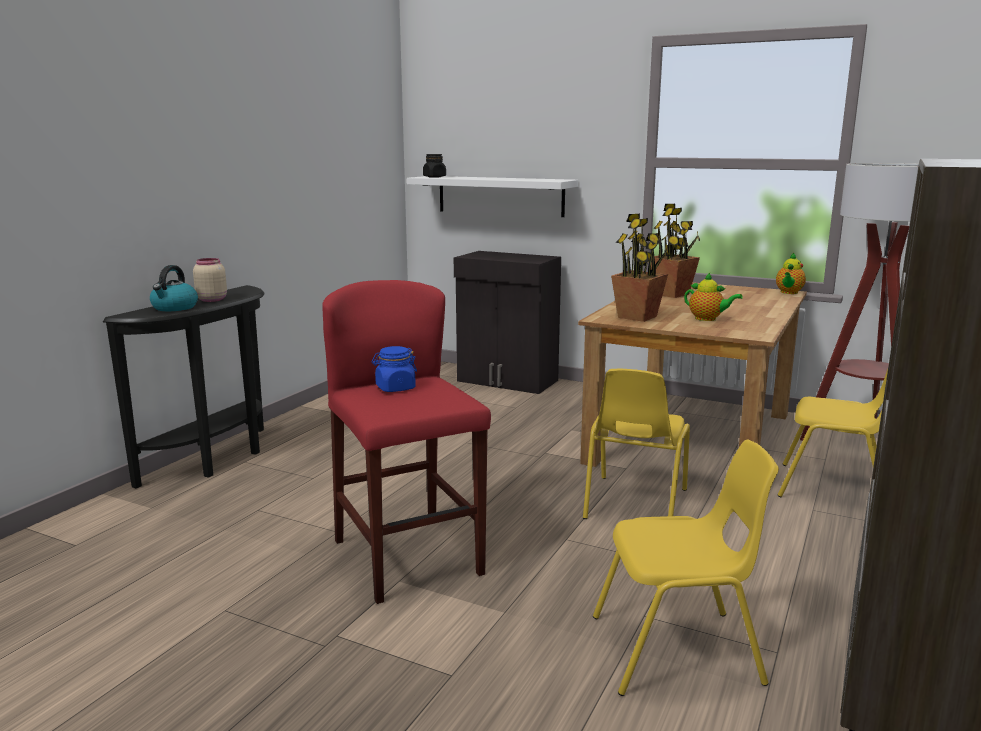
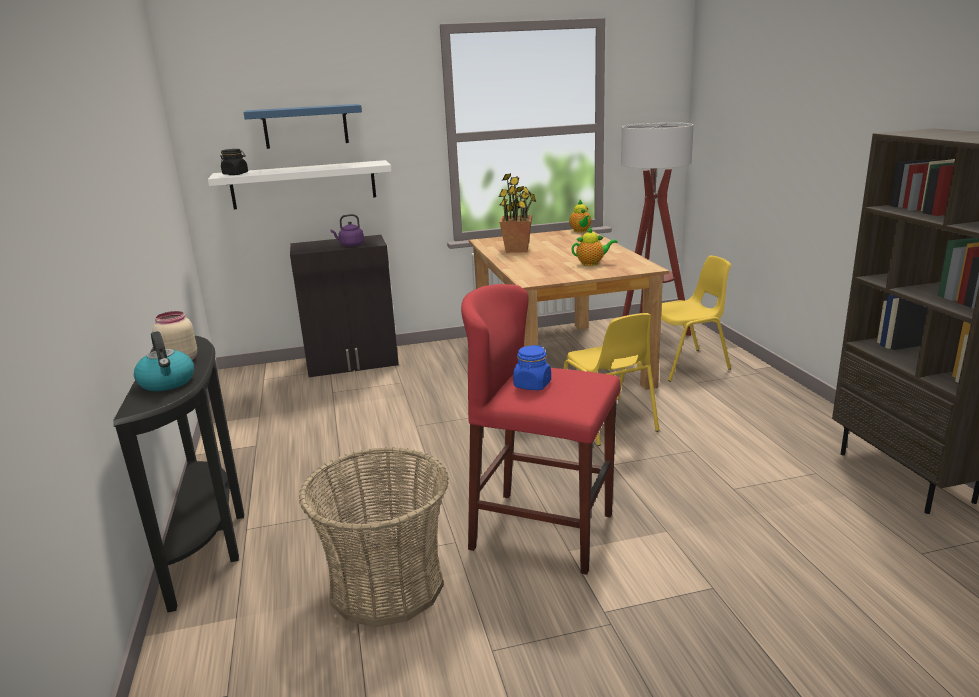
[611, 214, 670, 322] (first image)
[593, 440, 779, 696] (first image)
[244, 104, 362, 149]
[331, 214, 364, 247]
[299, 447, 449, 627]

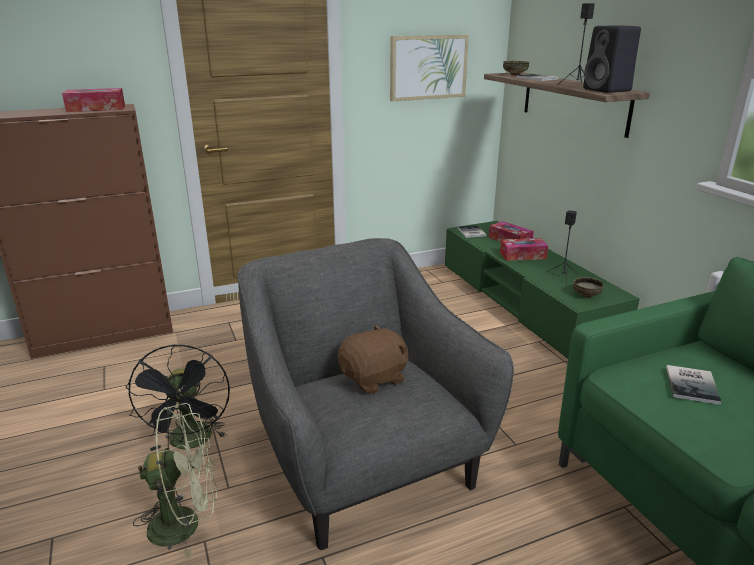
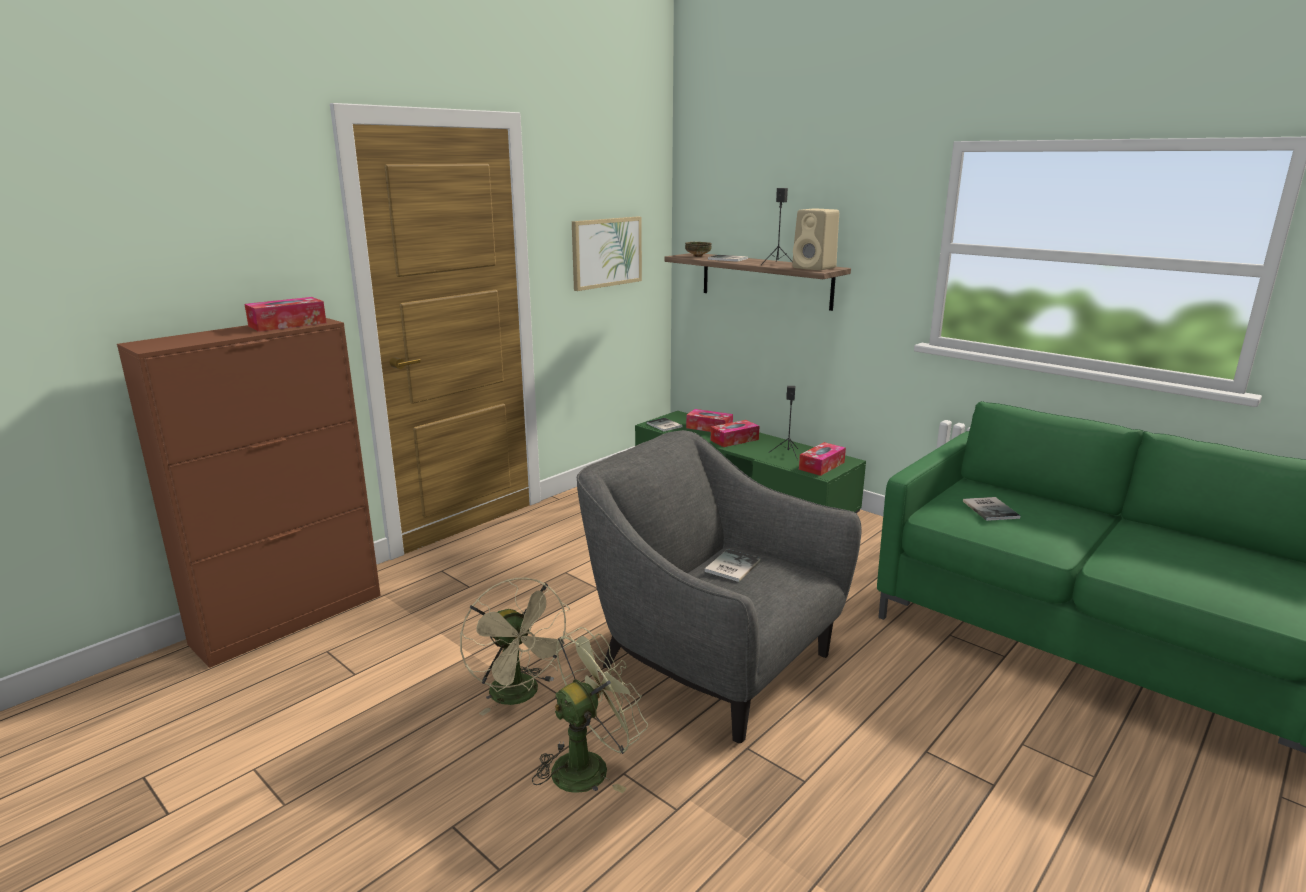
[792, 209, 839, 271]
[799, 442, 846, 476]
[705, 549, 761, 582]
[460, 578, 572, 716]

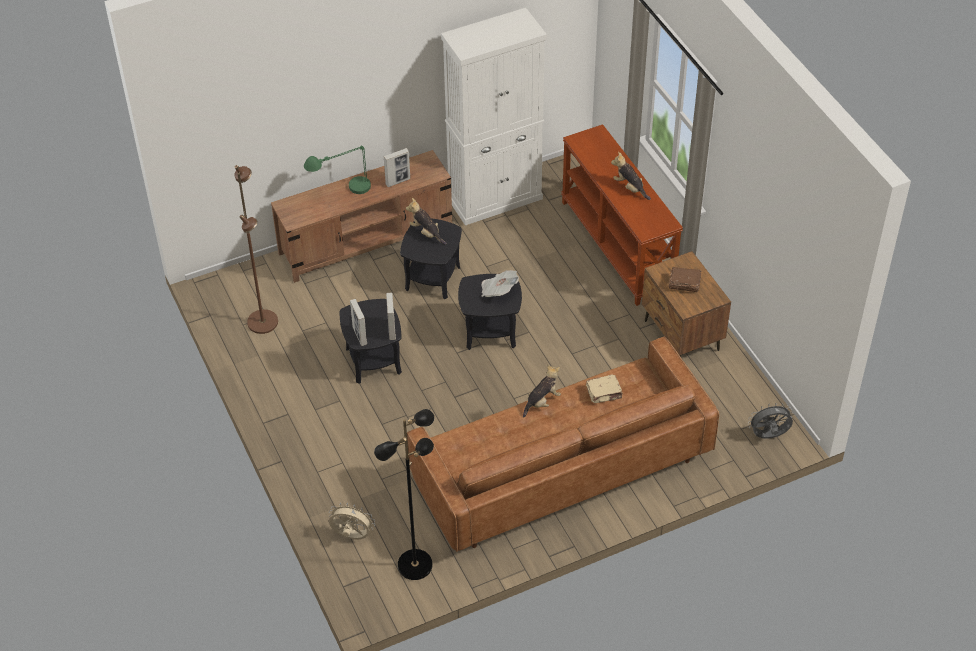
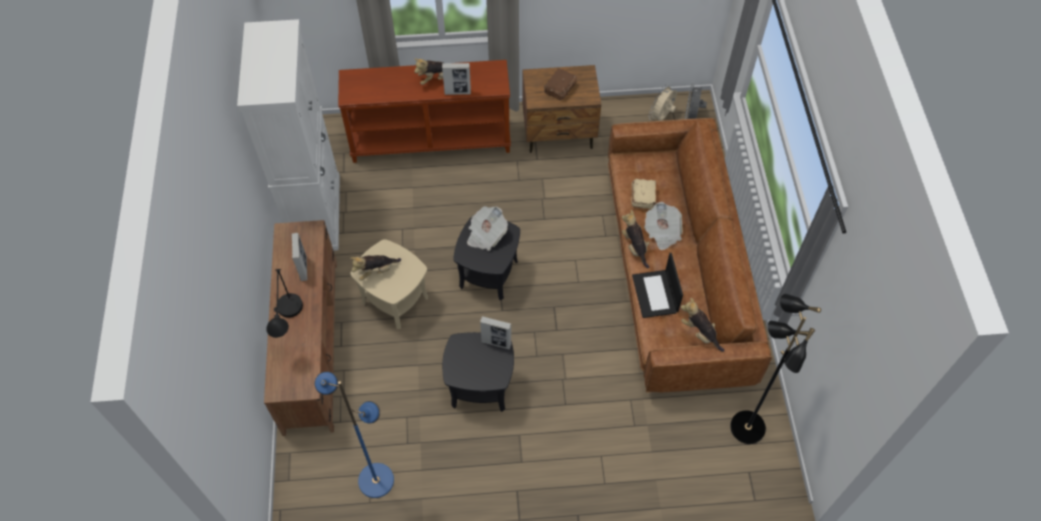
[266, 269, 303, 338]
[315, 371, 394, 498]
[350, 239, 428, 329]
[442, 63, 471, 95]
[649, 84, 677, 121]
[644, 202, 682, 250]
[632, 253, 683, 318]
[681, 297, 724, 352]

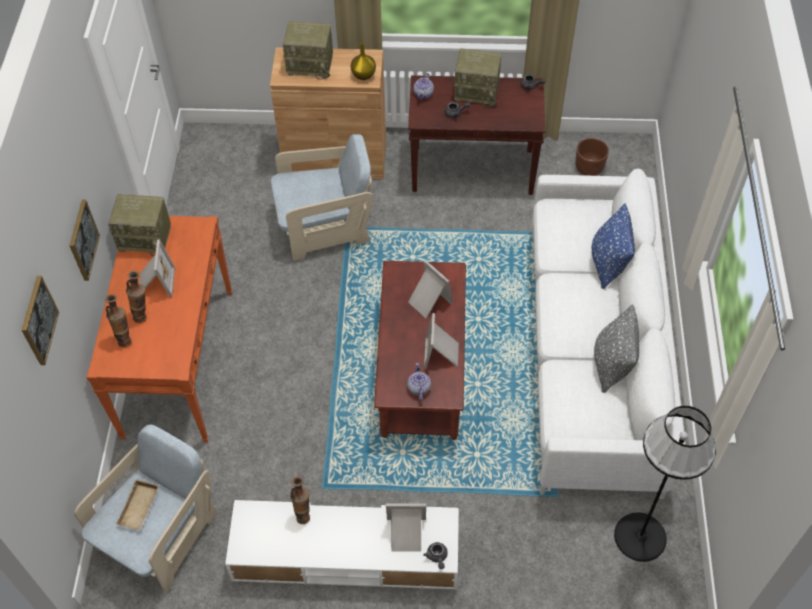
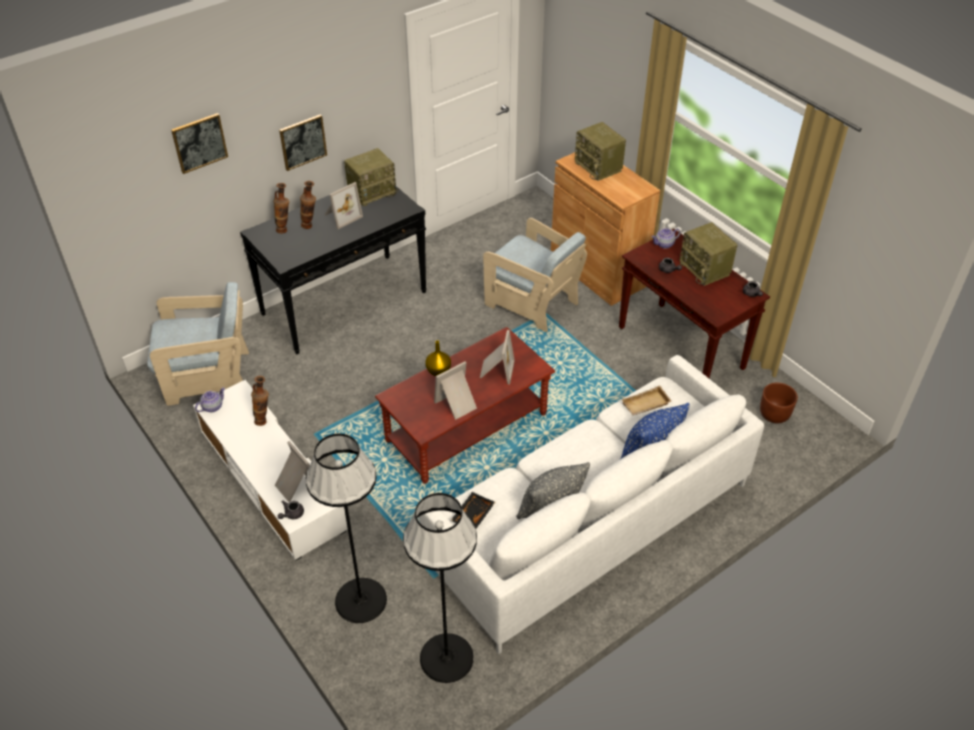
[425, 340, 451, 376]
[344, 148, 398, 206]
[240, 188, 426, 354]
[195, 387, 225, 412]
[621, 385, 671, 416]
[306, 434, 387, 623]
[451, 492, 495, 529]

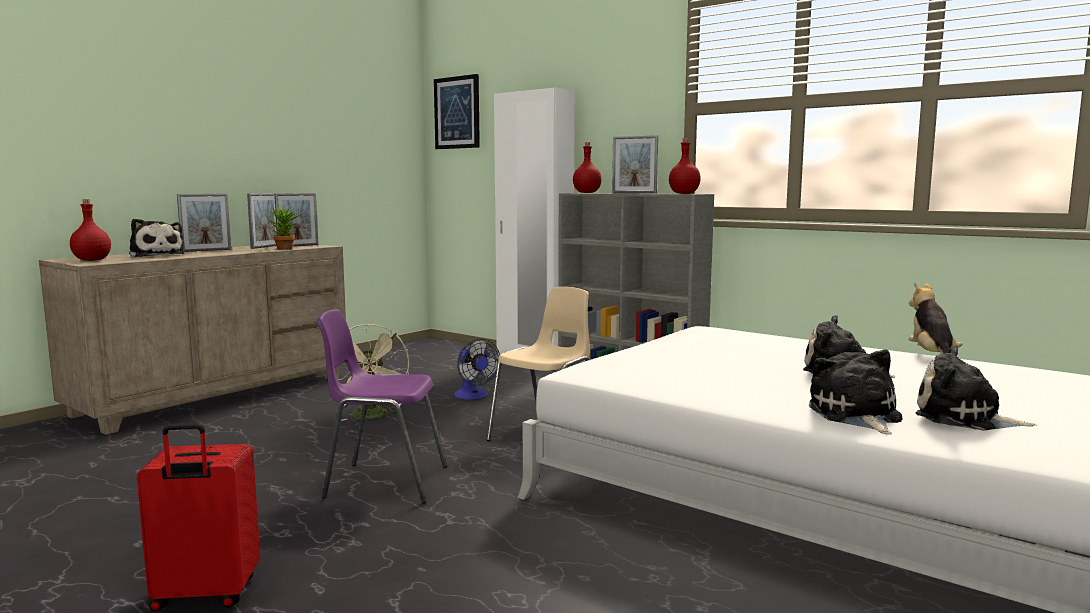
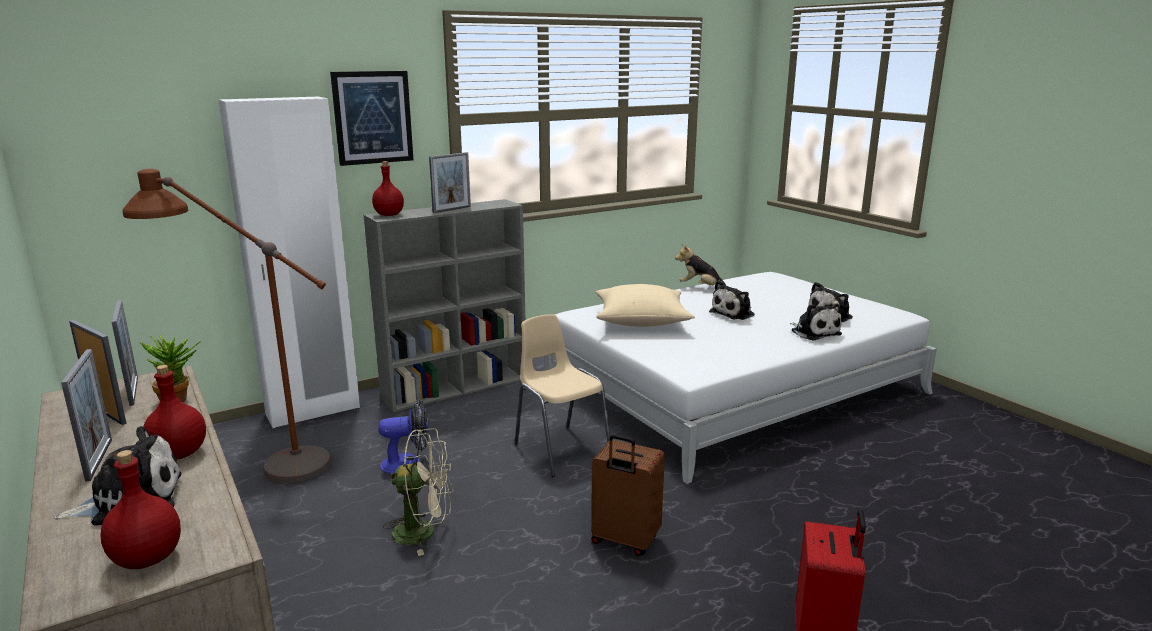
[330, 71, 413, 166]
[143, 365, 206, 459]
[591, 434, 665, 556]
[790, 304, 842, 341]
[123, 169, 332, 483]
[596, 284, 695, 327]

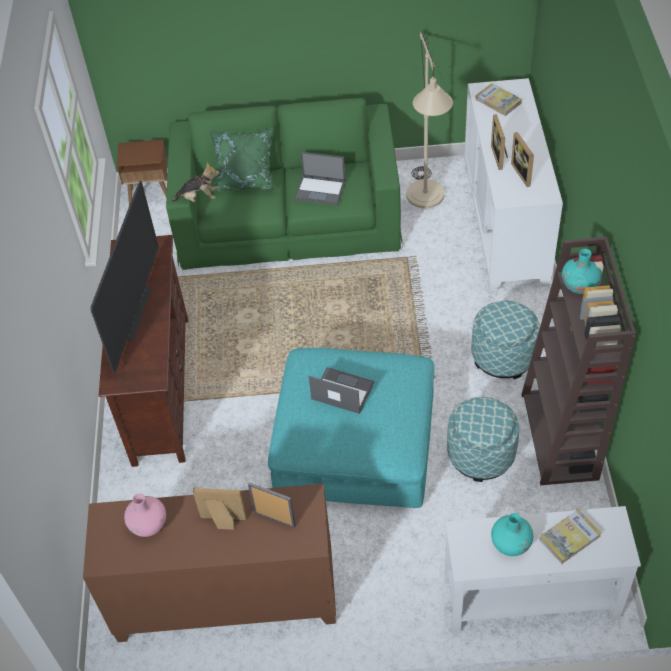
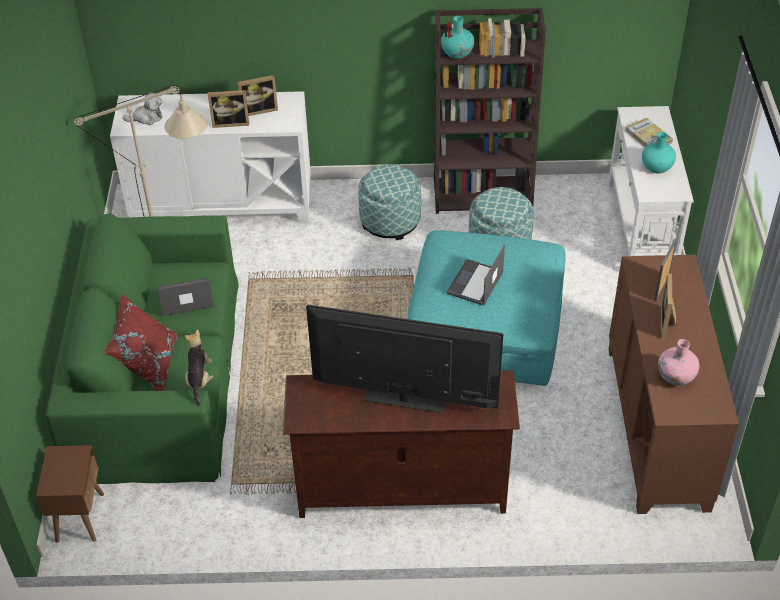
[123, 92, 162, 125]
[103, 293, 177, 391]
[157, 278, 214, 316]

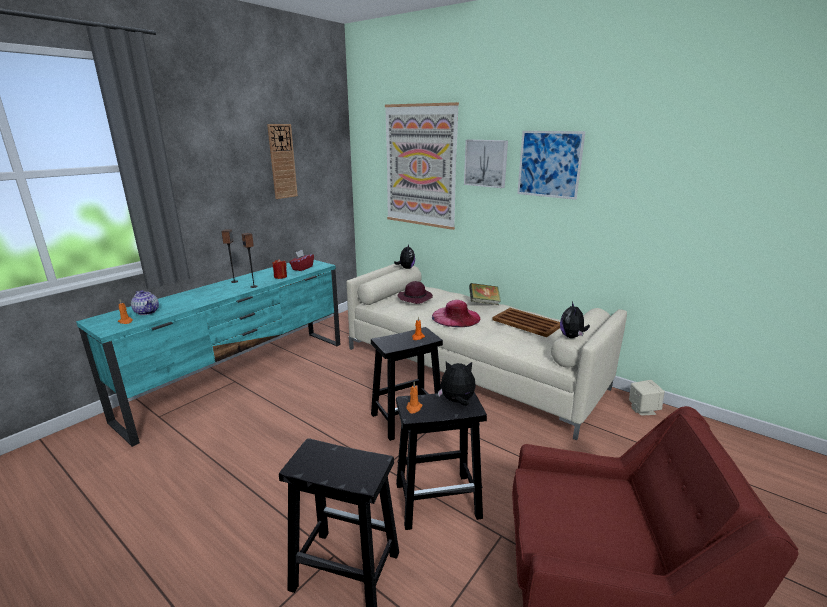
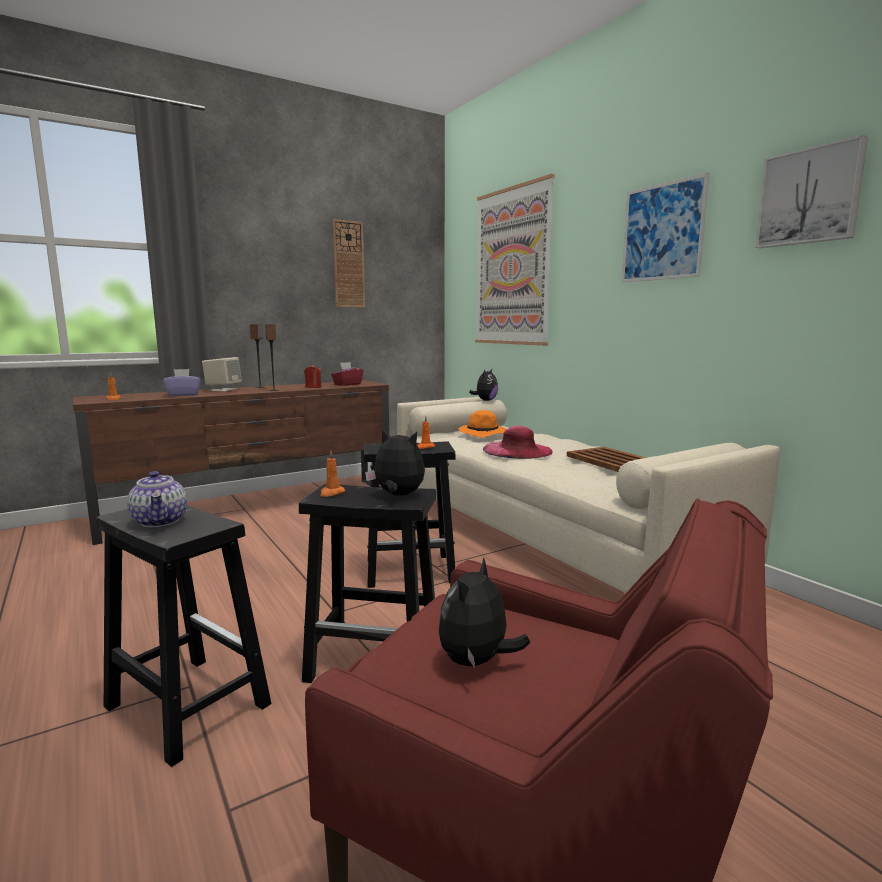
[755, 135, 868, 248]
[73, 380, 389, 545]
[459, 410, 506, 438]
[469, 283, 501, 305] (first image)
[127, 471, 187, 527]
[439, 557, 530, 668]
[202, 357, 242, 392]
[163, 369, 201, 397]

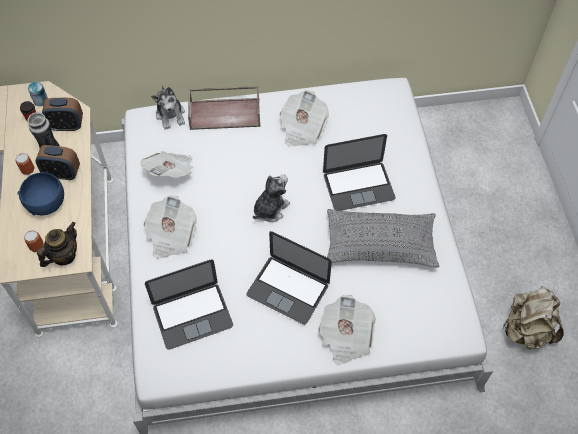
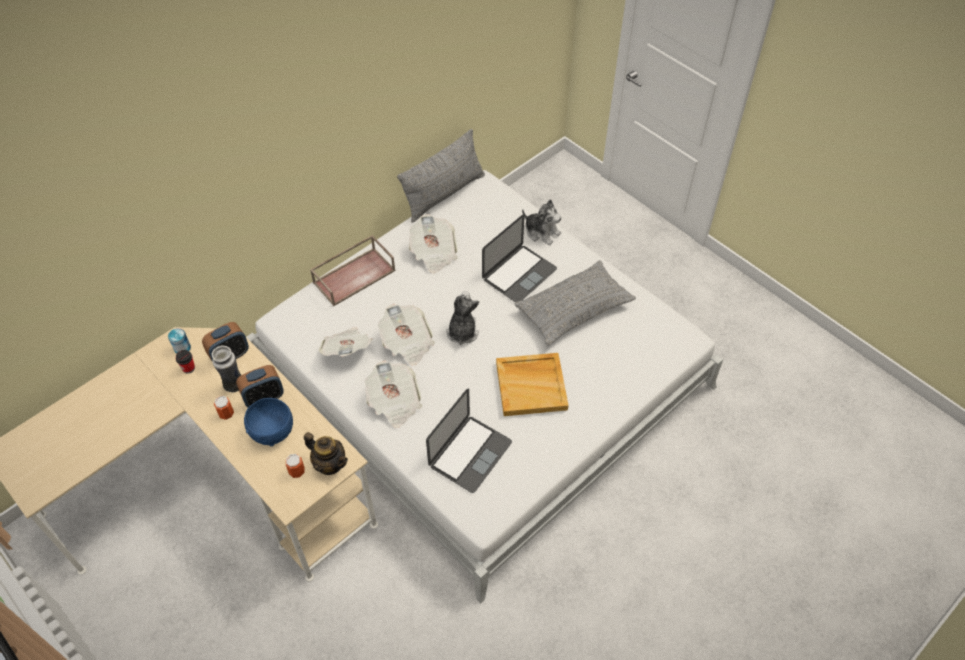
[522, 199, 562, 246]
[304, 432, 348, 475]
[496, 353, 568, 416]
[502, 286, 564, 349] (first image)
[378, 304, 435, 365]
[397, 129, 485, 223]

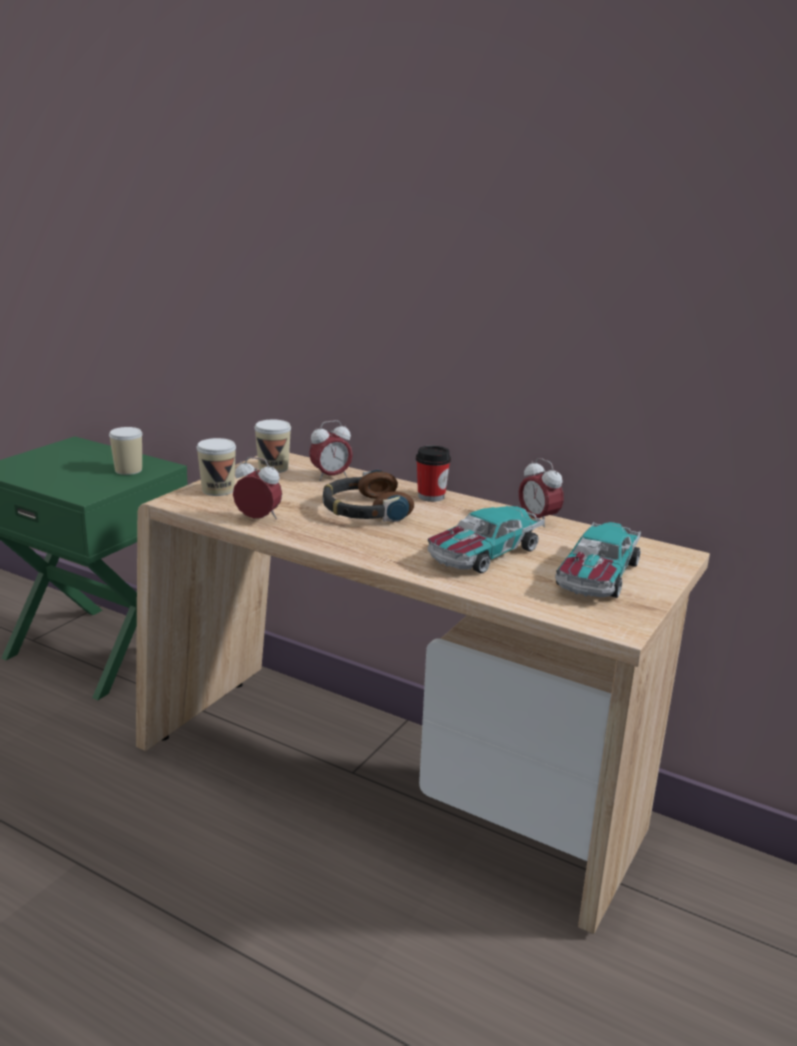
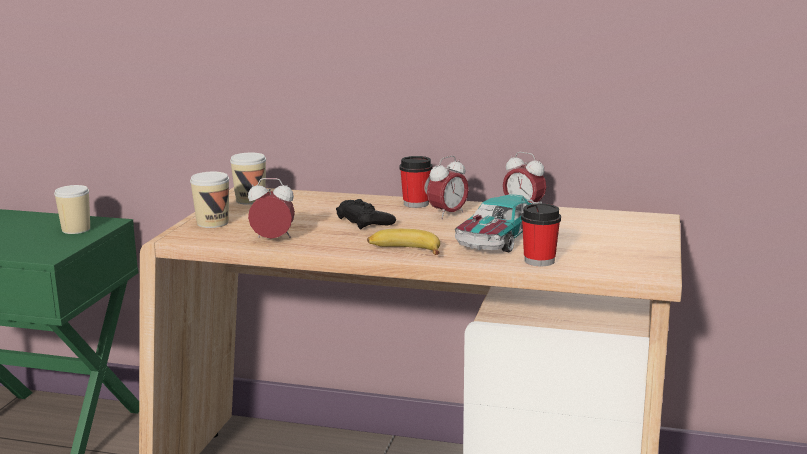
[427, 156, 469, 219]
[336, 199, 396, 229]
[555, 522, 641, 598] (first image)
[521, 203, 561, 266]
[367, 229, 440, 255]

